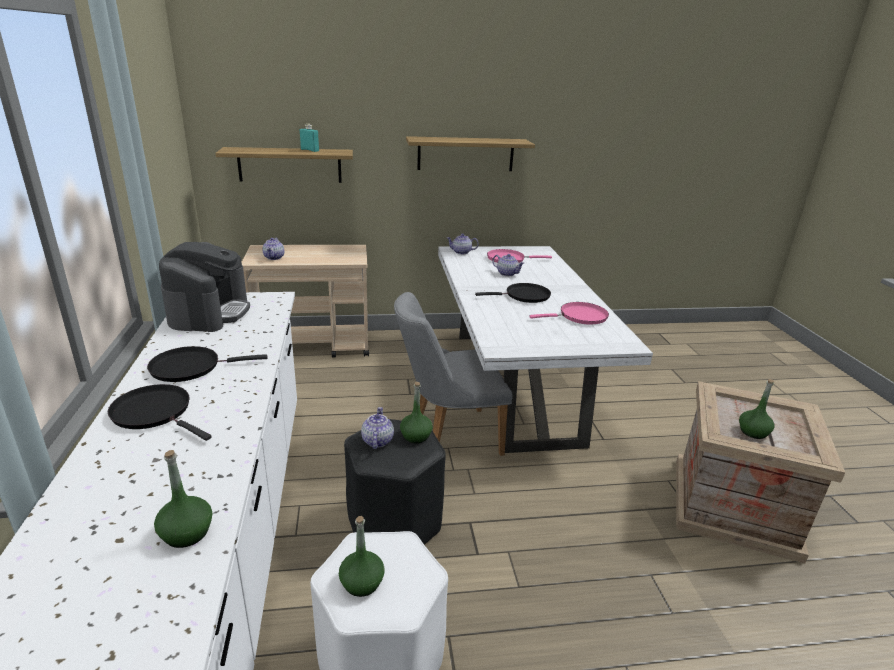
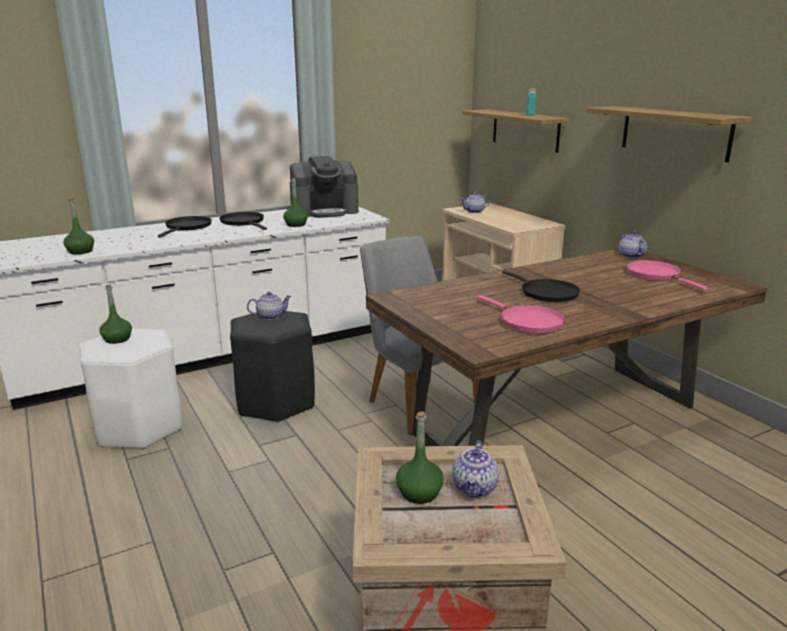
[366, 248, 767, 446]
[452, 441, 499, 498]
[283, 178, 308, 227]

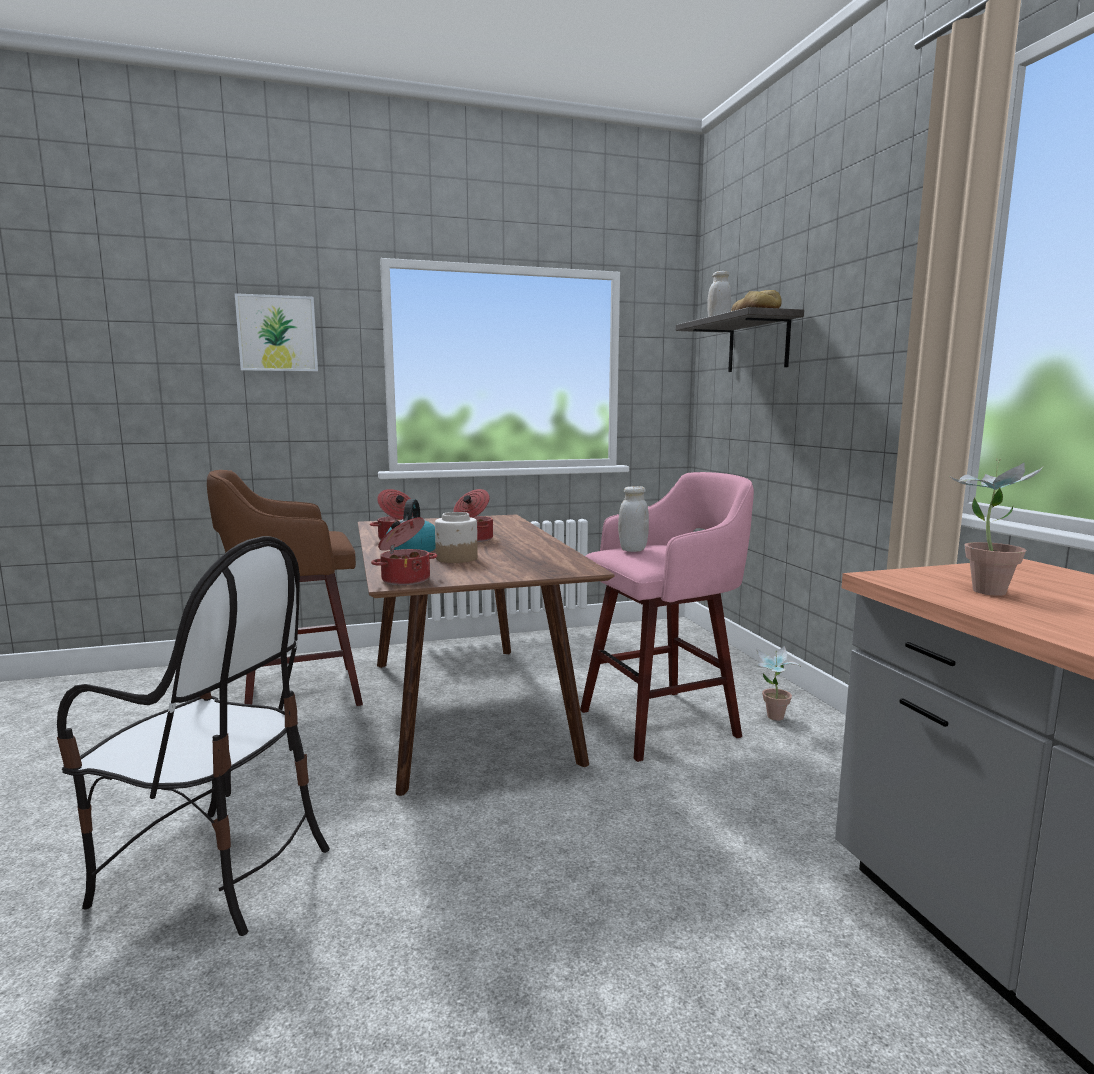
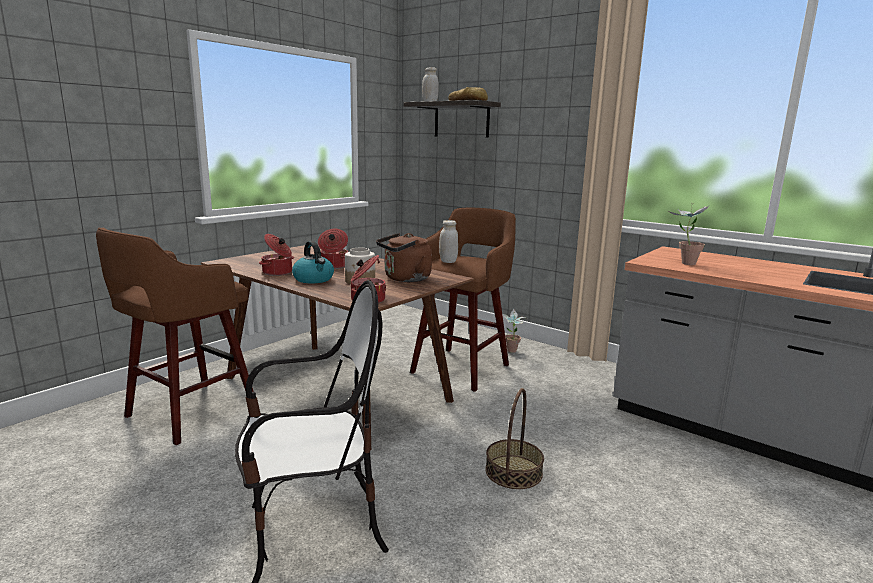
[235, 293, 318, 371] (first image)
[410, 208, 516, 392]
[376, 233, 432, 282]
[485, 388, 544, 489]

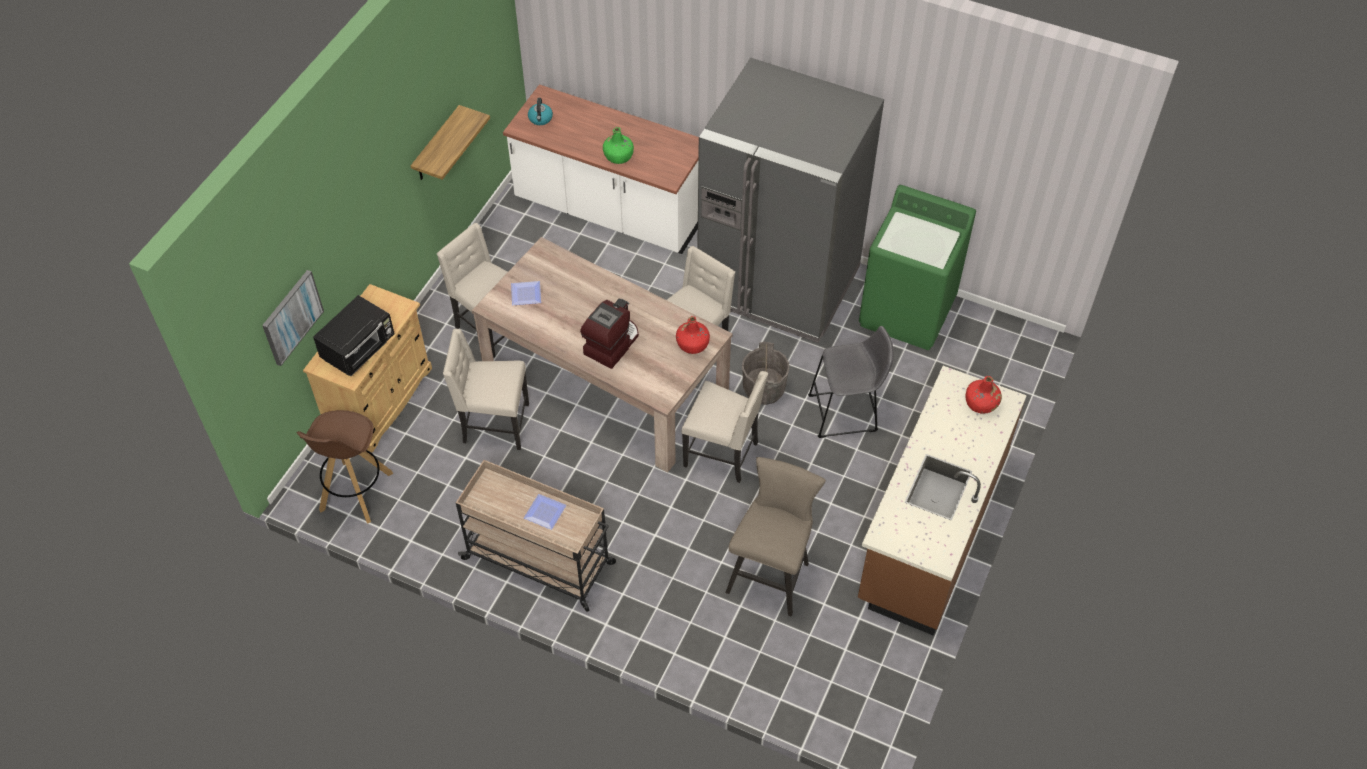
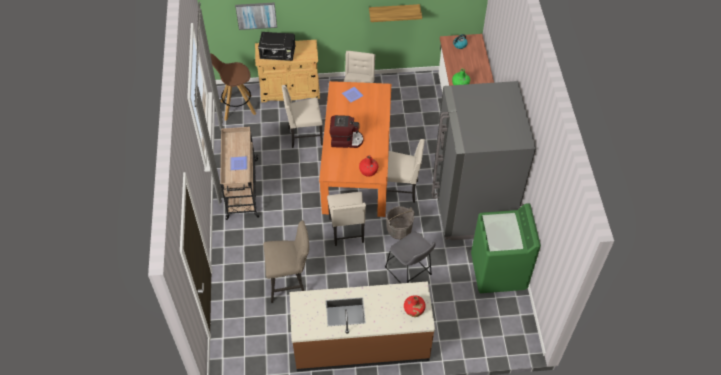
[319, 81, 391, 217]
[282, 85, 323, 148]

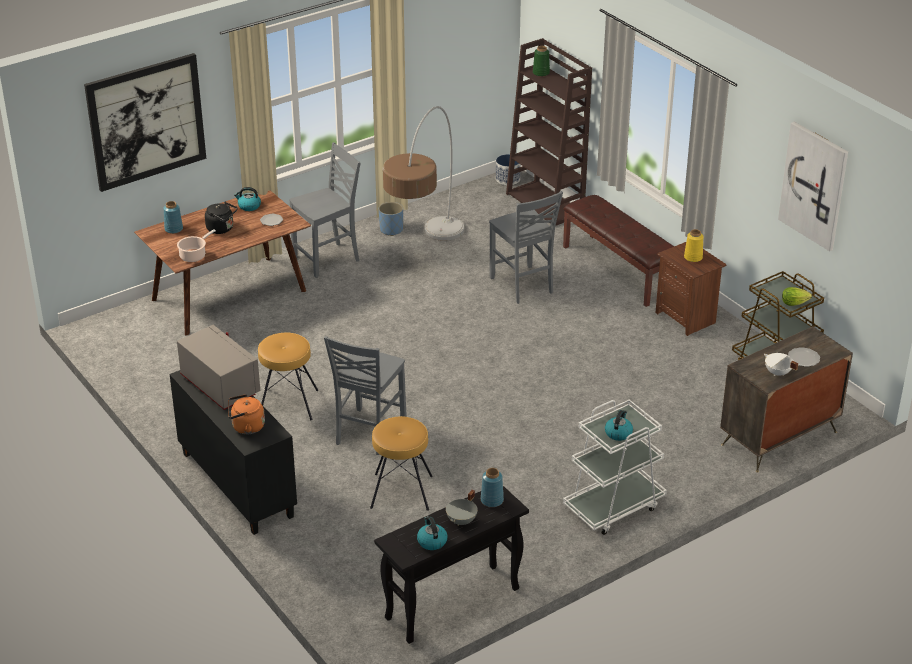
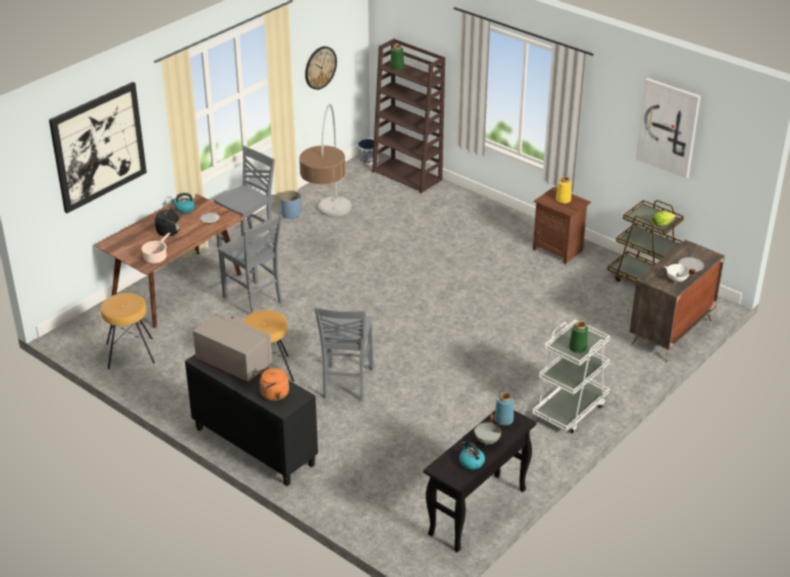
[218, 214, 282, 313]
[563, 195, 674, 307] (first image)
[163, 201, 183, 234] (first image)
[569, 321, 588, 353]
[101, 293, 155, 369]
[305, 46, 337, 90]

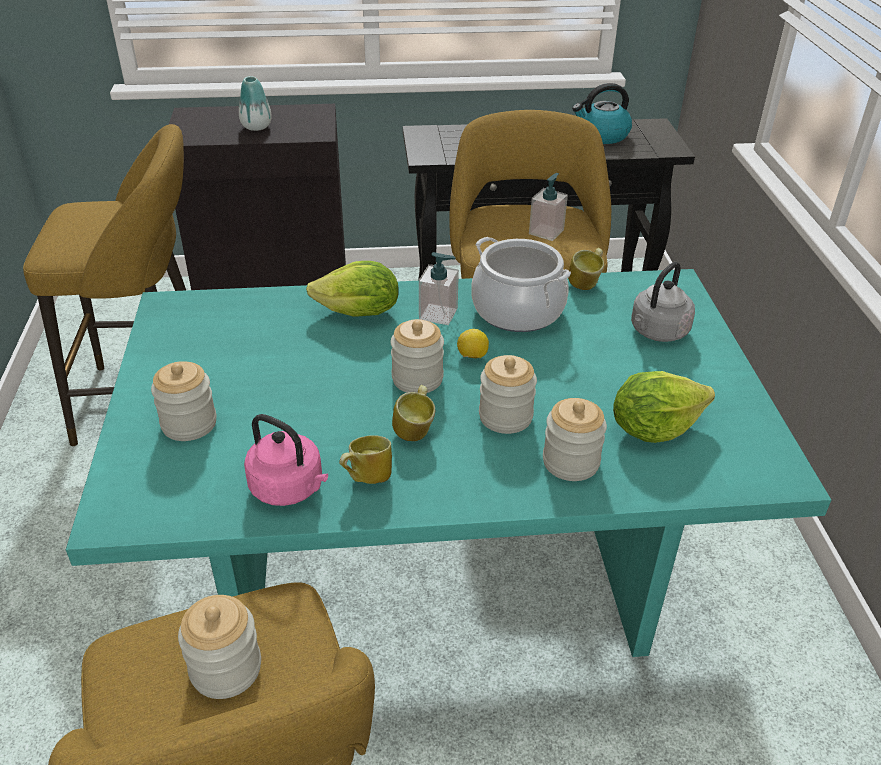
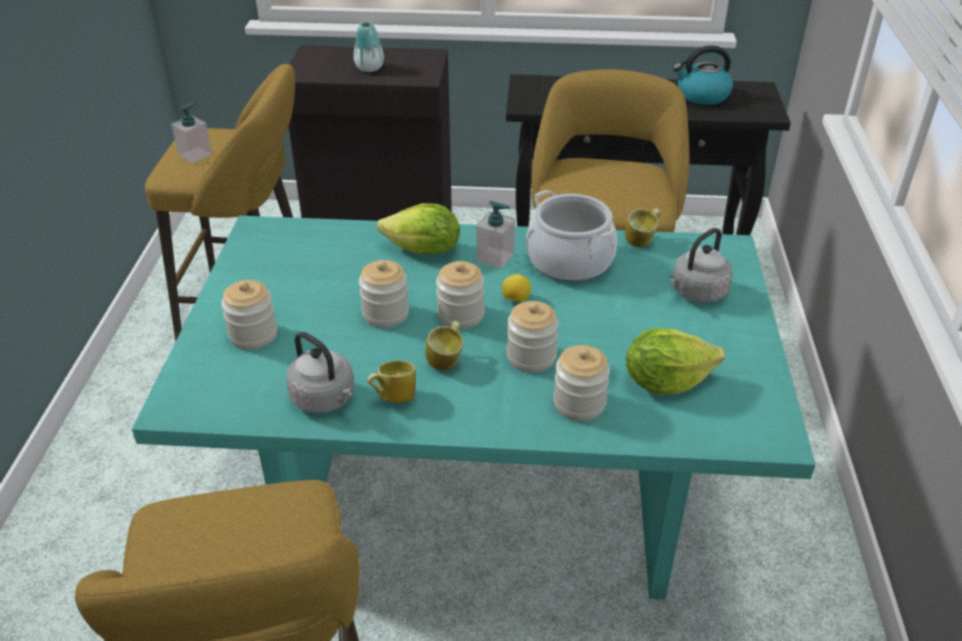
[171, 102, 212, 164]
[286, 332, 354, 413]
[359, 260, 409, 328]

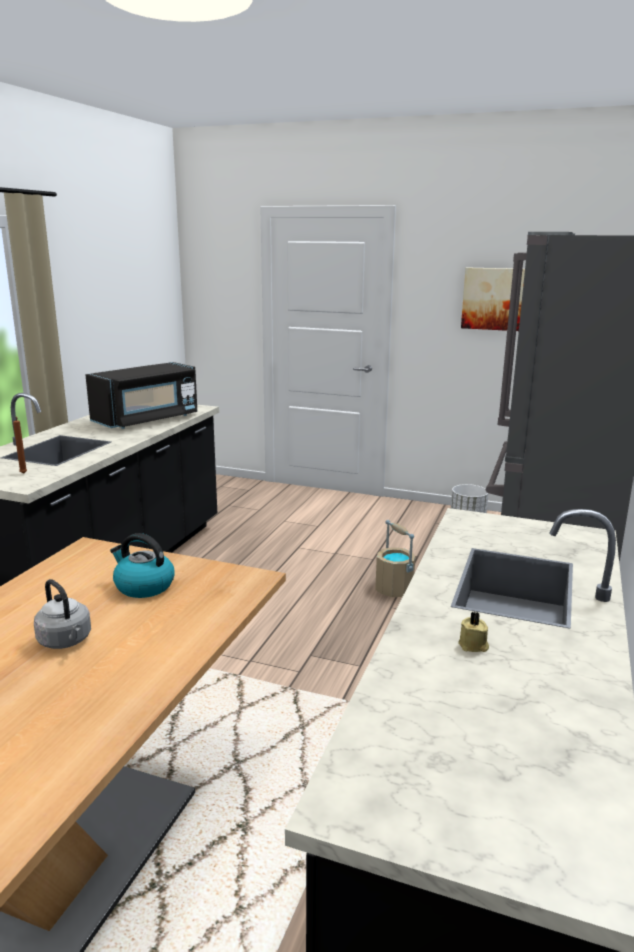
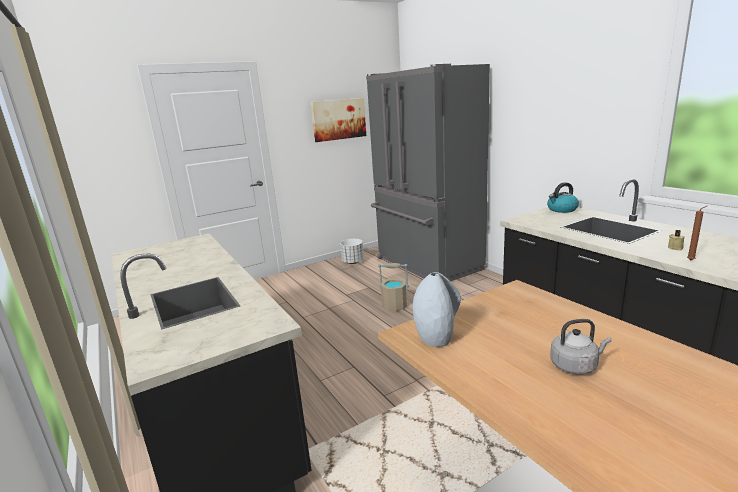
[85, 362, 198, 429] (first image)
[687, 206, 707, 260]
[547, 182, 579, 213]
[413, 272, 461, 347]

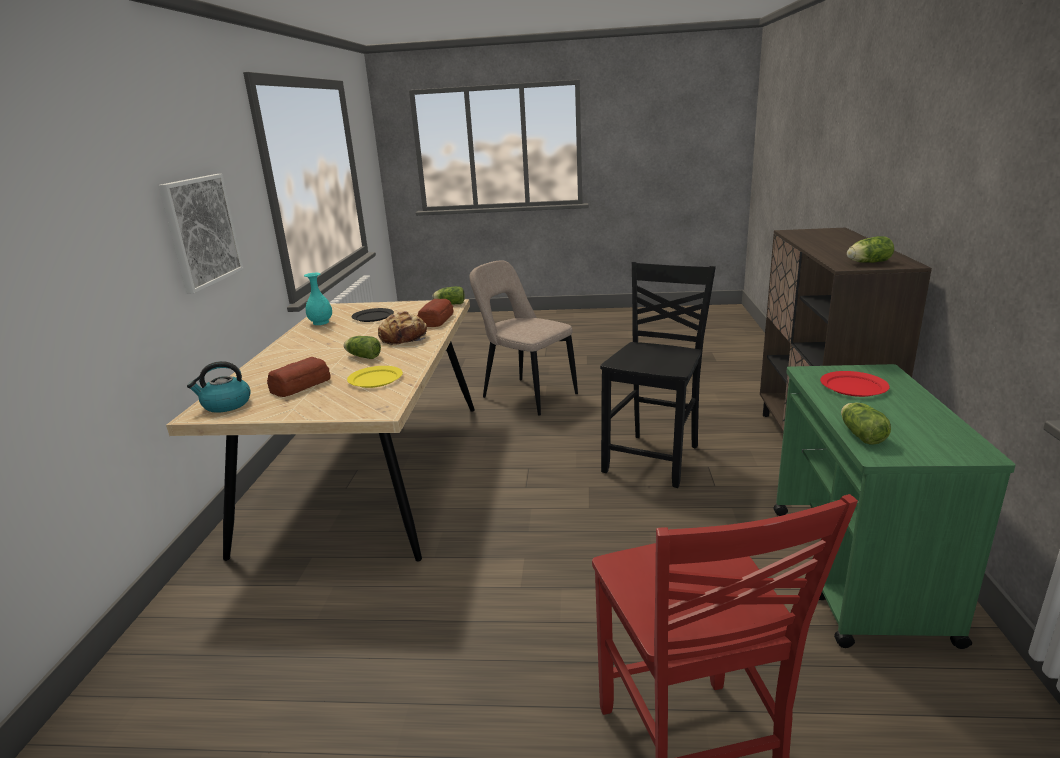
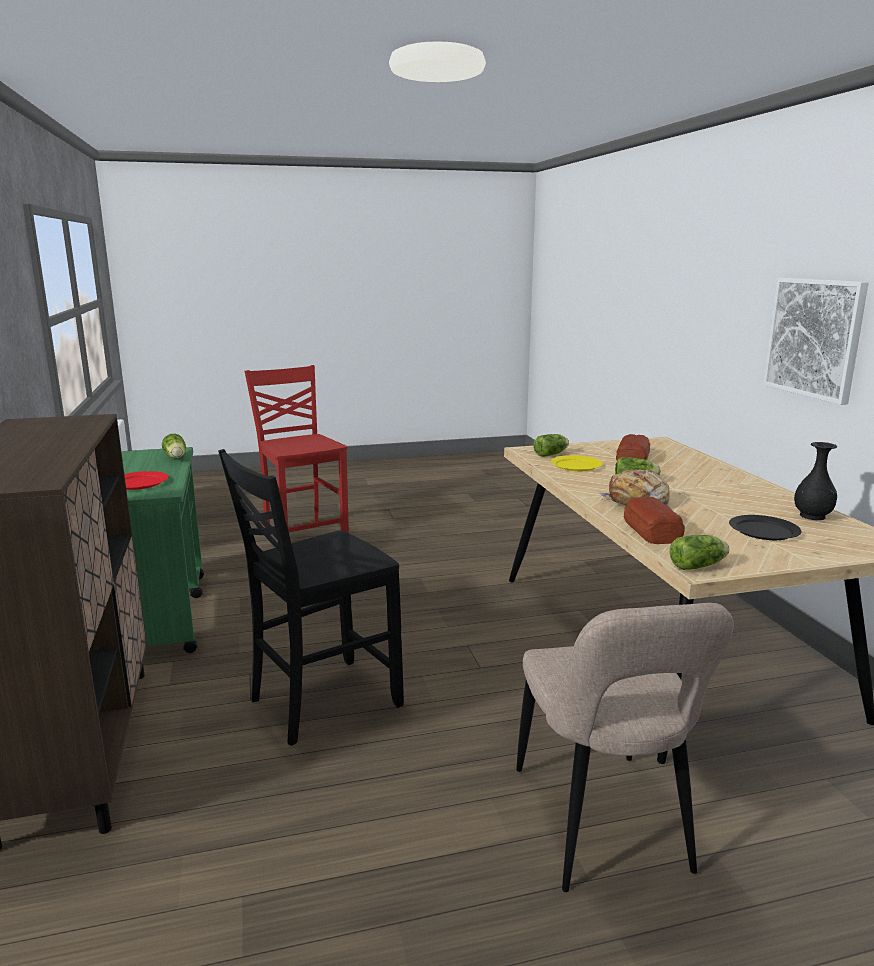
[533, 434, 569, 457]
[516, 603, 734, 892]
[218, 449, 404, 746]
[794, 442, 837, 520]
[187, 361, 251, 413] (first image)

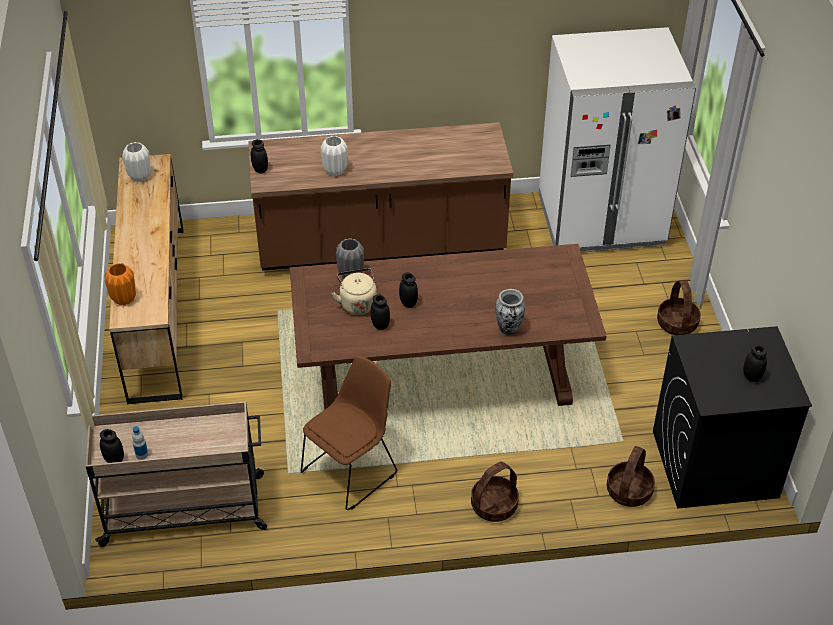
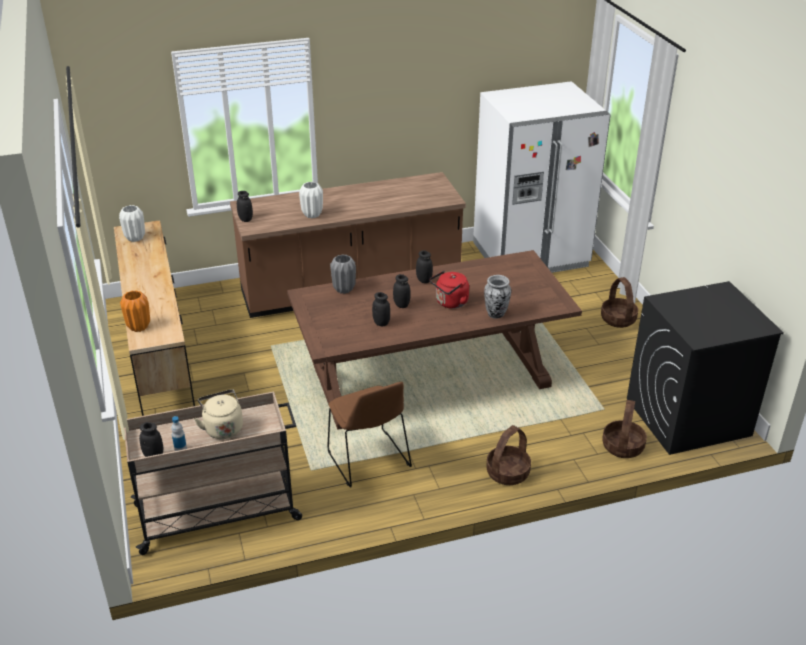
[194, 389, 243, 439]
[416, 250, 433, 283]
[328, 382, 412, 487]
[430, 270, 469, 309]

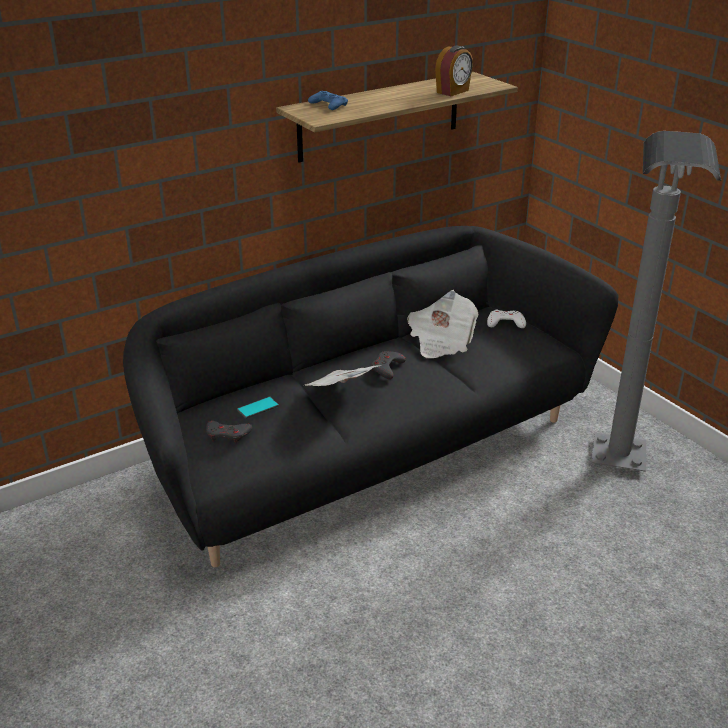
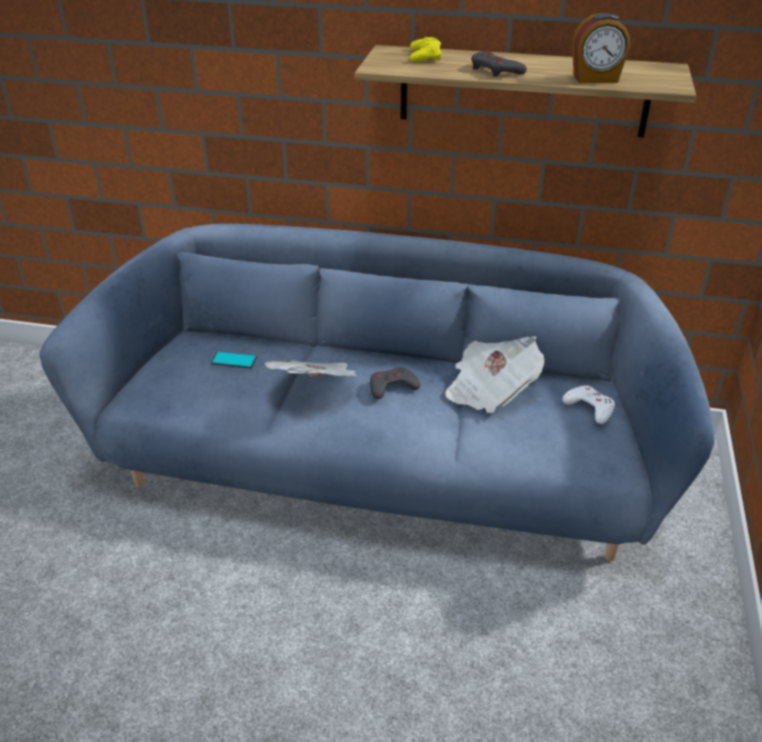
[410, 37, 442, 62]
[592, 131, 721, 472] (first image)
[39, 224, 714, 561]
[471, 51, 527, 77]

